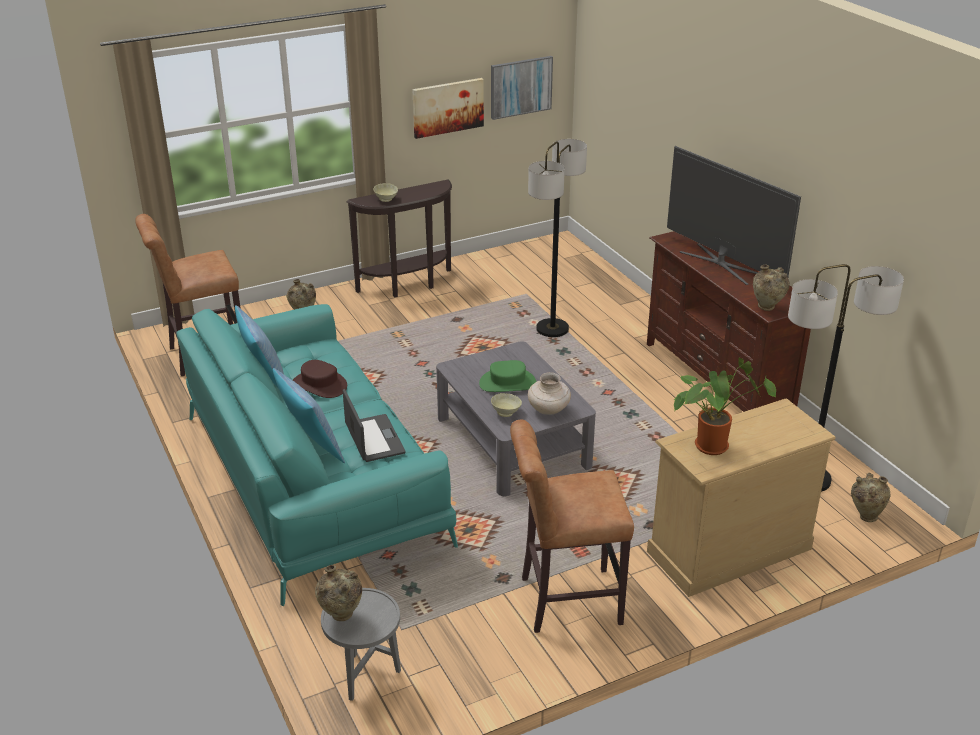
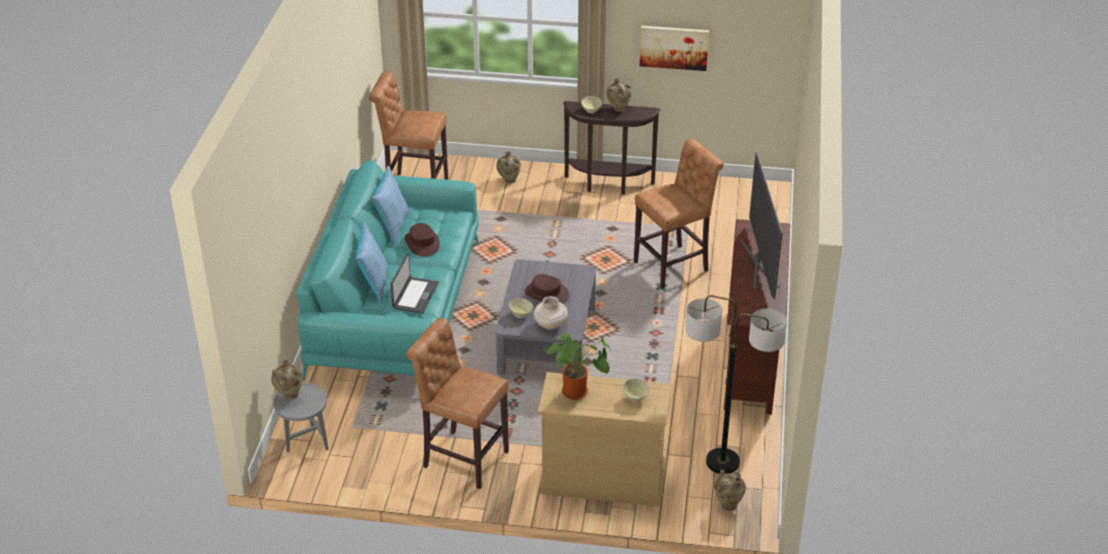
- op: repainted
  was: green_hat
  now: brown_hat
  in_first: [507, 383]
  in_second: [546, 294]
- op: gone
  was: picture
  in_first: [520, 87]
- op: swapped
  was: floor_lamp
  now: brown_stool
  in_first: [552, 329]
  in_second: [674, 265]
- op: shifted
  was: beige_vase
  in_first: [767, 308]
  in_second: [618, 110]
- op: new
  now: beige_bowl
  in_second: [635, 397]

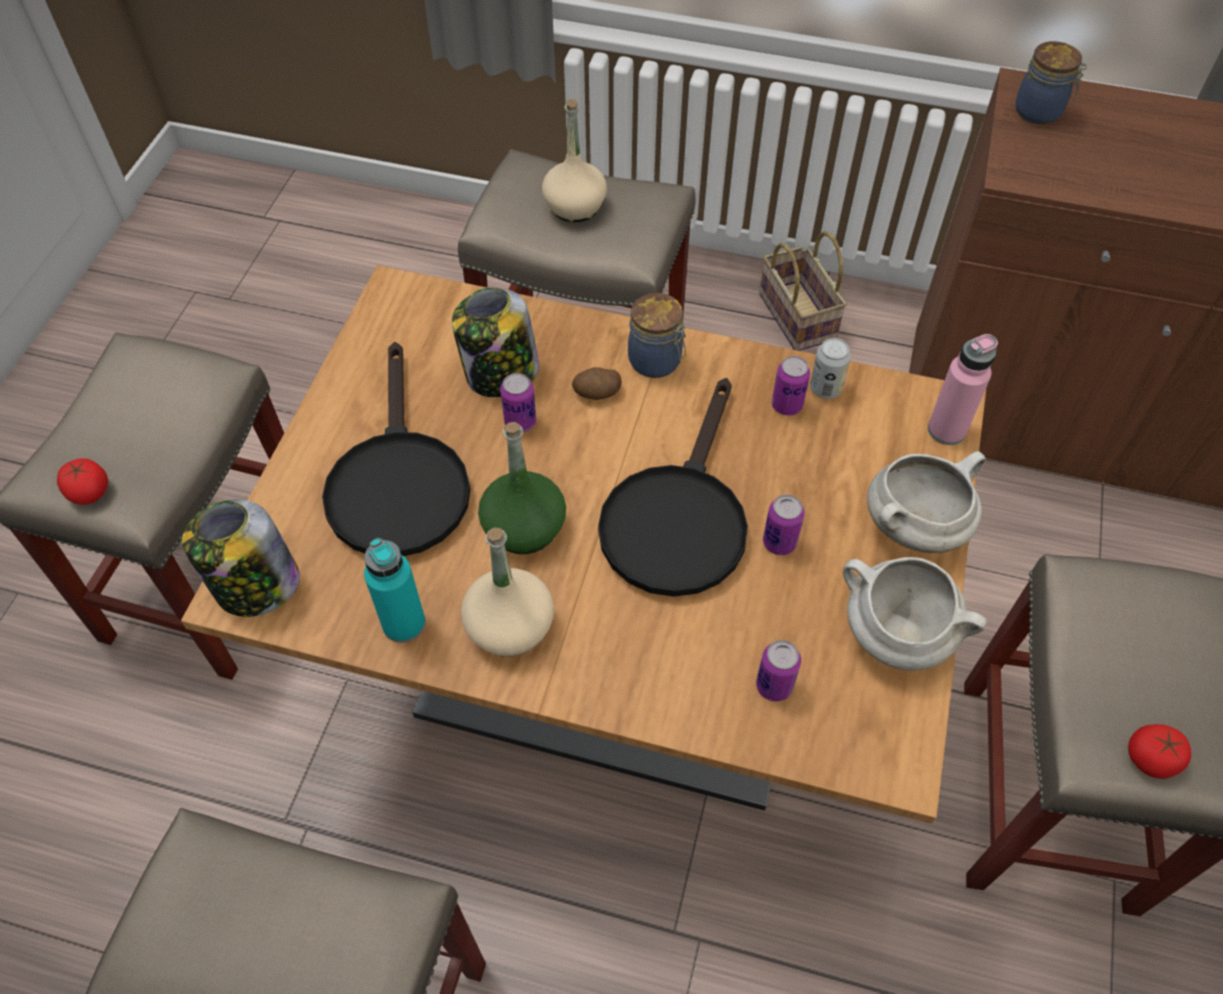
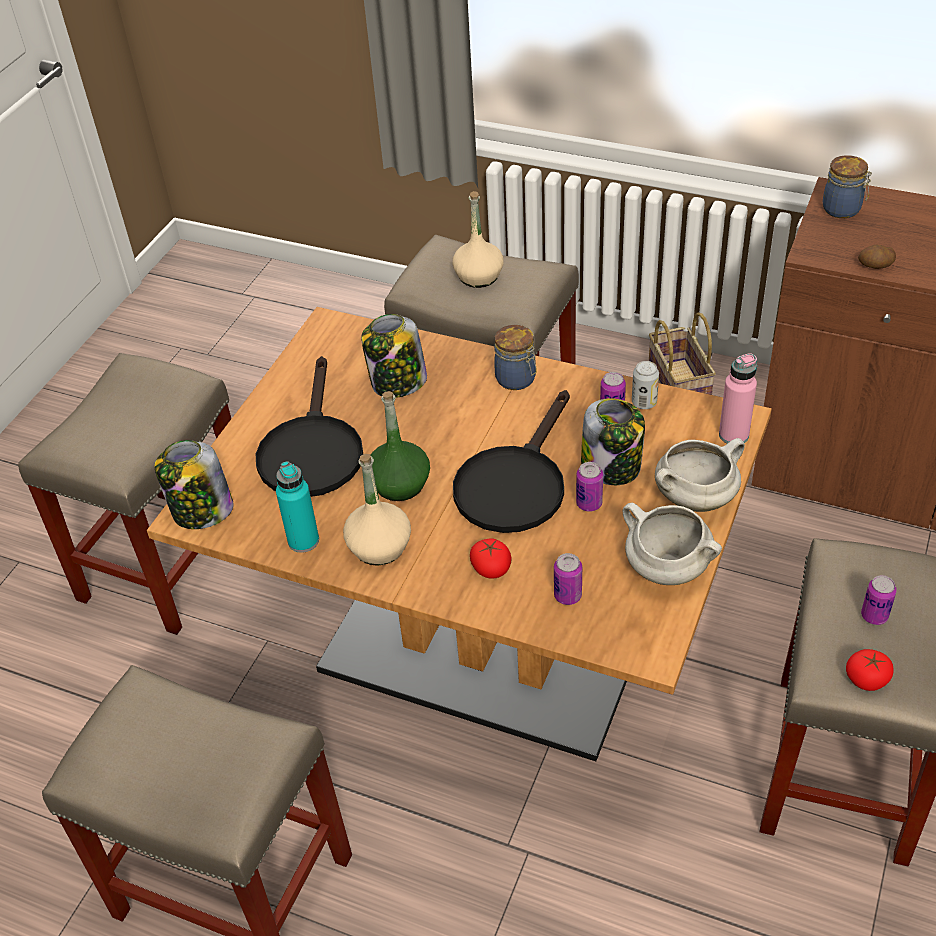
- op: shifted
  was: tomato
  in_first: [89, 491]
  in_second: [491, 568]
- op: shifted
  was: can
  in_first: [520, 422]
  in_second: [874, 616]
- op: shifted
  was: potato
  in_first: [597, 393]
  in_second: [875, 266]
- op: new
  now: jar
  in_second: [612, 466]

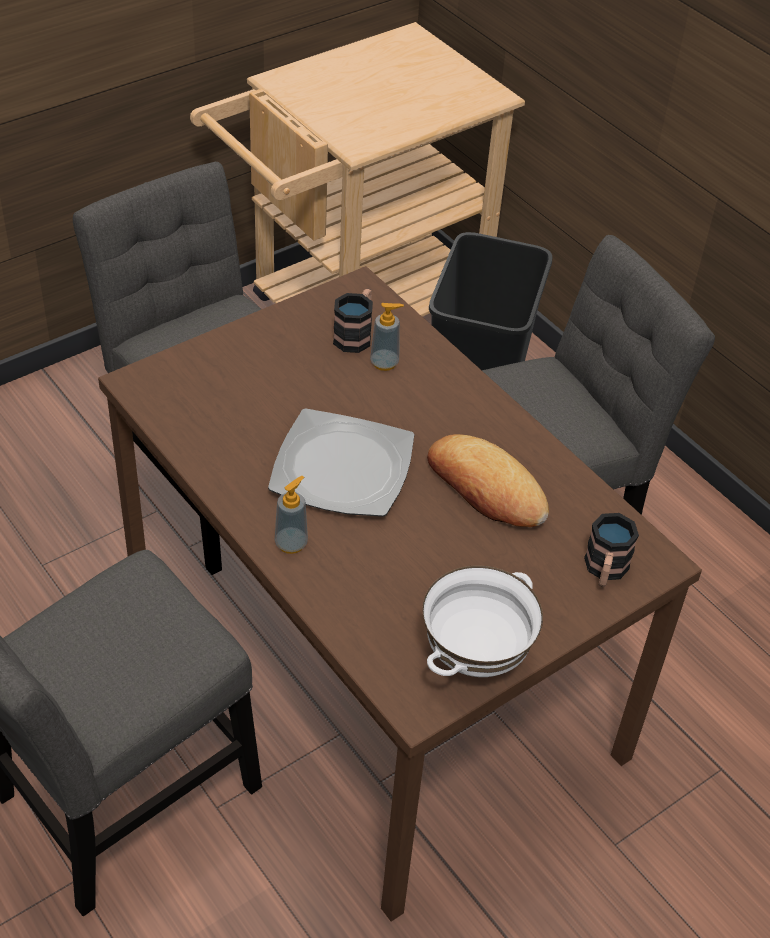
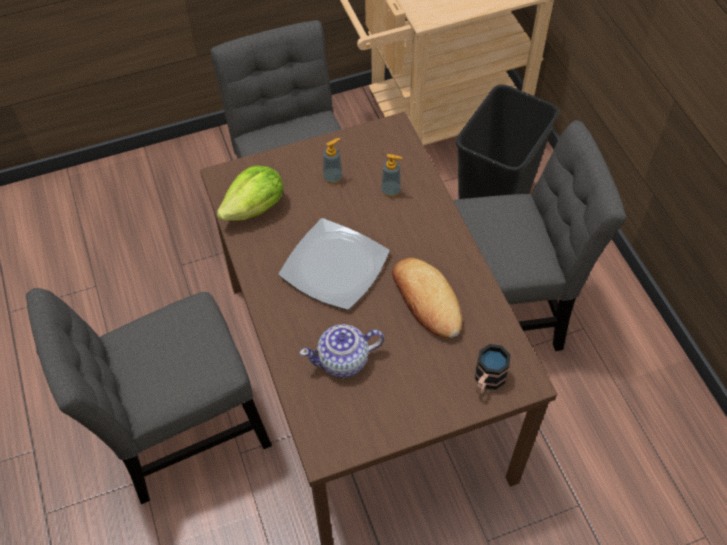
- op: shifted
  was: soap_dispenser
  in_first: [291, 543]
  in_second: [333, 177]
- op: gone
  was: mug
  in_first: [355, 334]
- op: gone
  was: white_bowl
  in_first: [476, 657]
- op: new
  now: lettuce
  in_second: [255, 208]
- op: new
  now: teapot
  in_second: [344, 360]

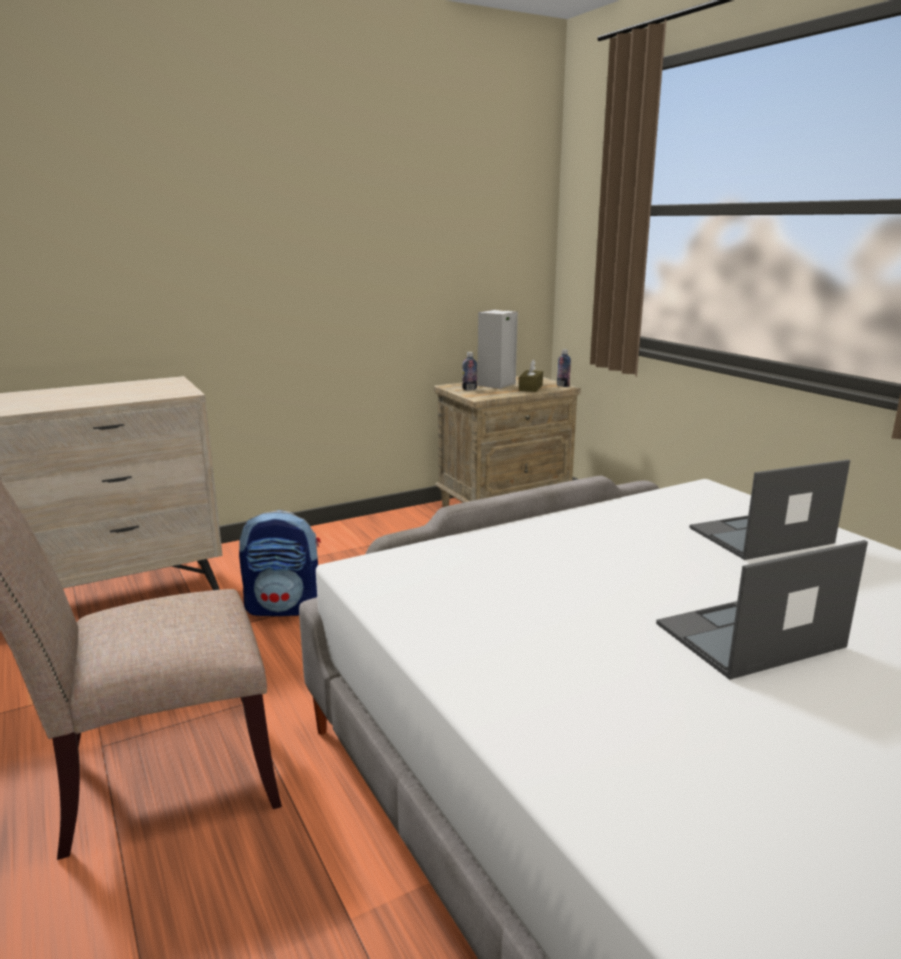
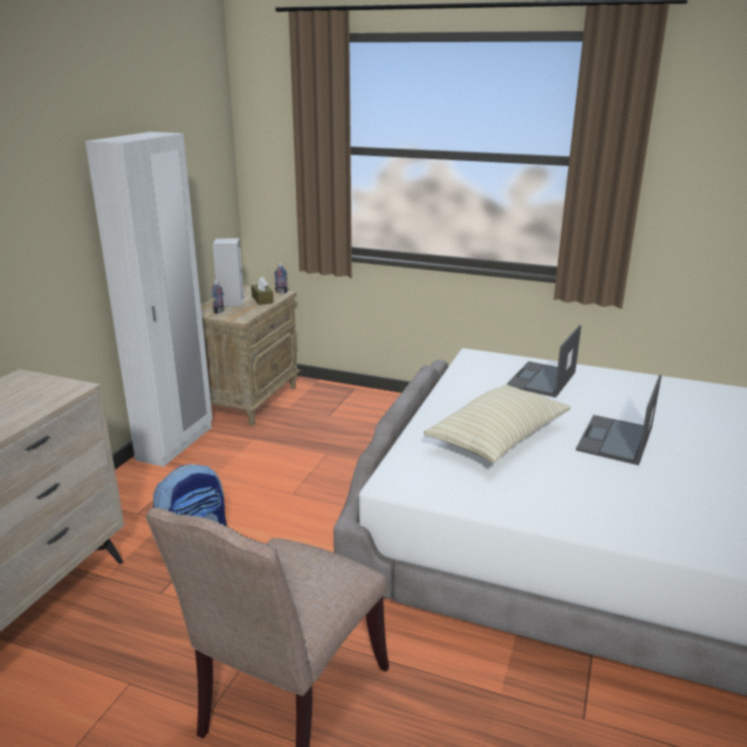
- op: new
  now: white_wardrobe
  in_second: [176, 443]
- op: new
  now: beige_pillow
  in_second: [498, 439]

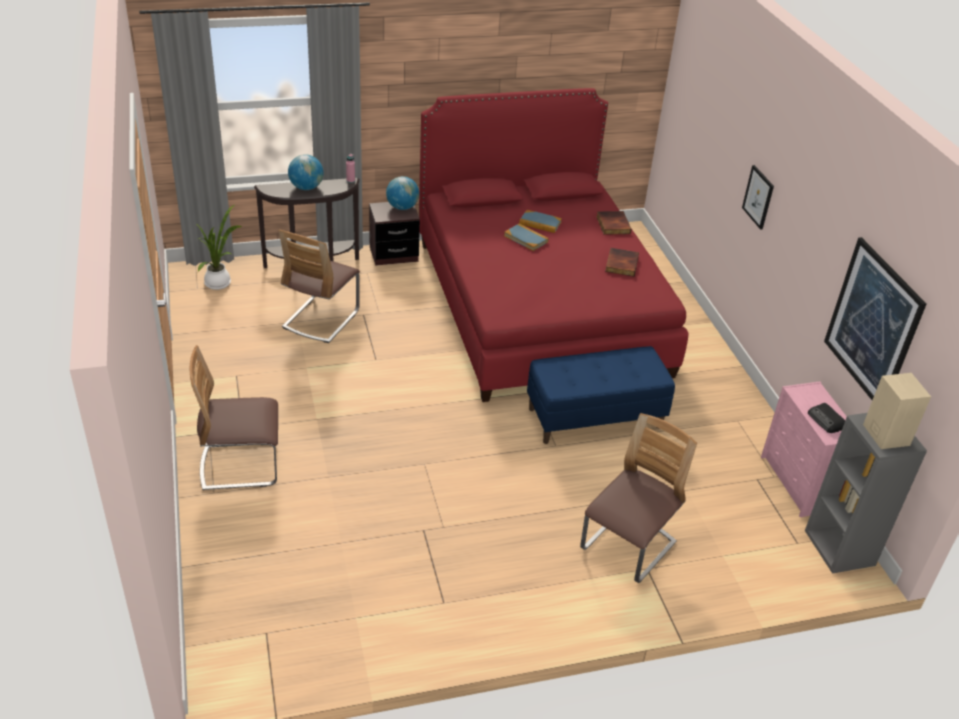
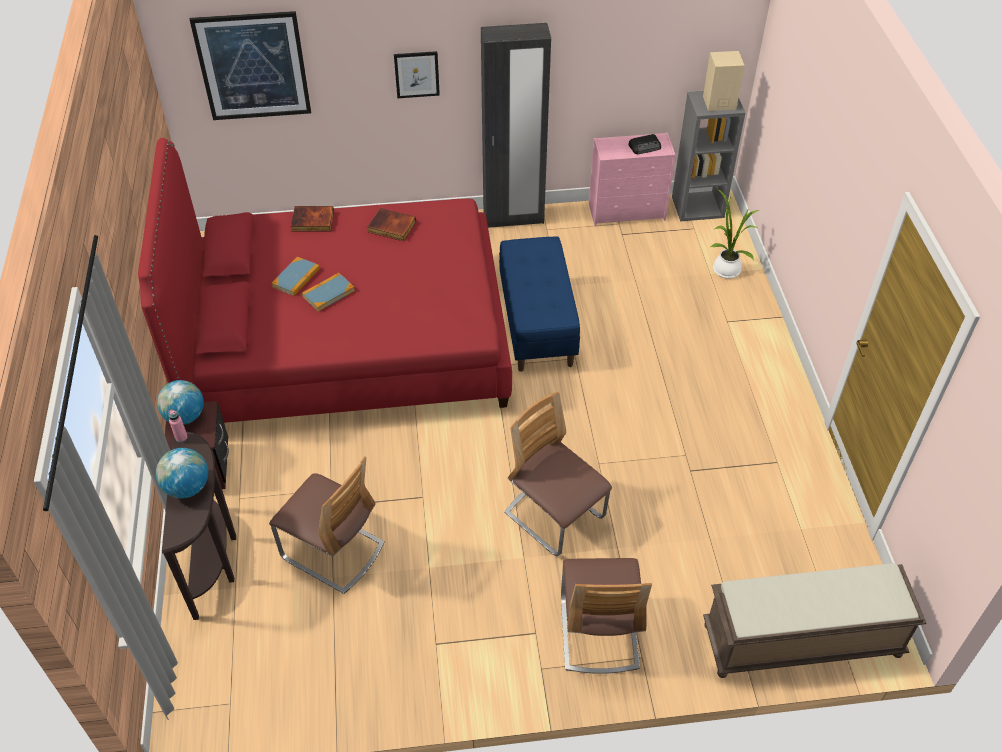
- op: shifted
  was: potted_plant
  in_first: [220, 282]
  in_second: [725, 268]
- op: shifted
  was: chair
  in_first: [628, 547]
  in_second: [554, 516]
- op: shifted
  was: picture
  in_first: [873, 323]
  in_second: [253, 66]
- op: new
  now: black_wardrobe
  in_second: [513, 218]
- op: new
  now: brown_bench
  in_second: [801, 641]

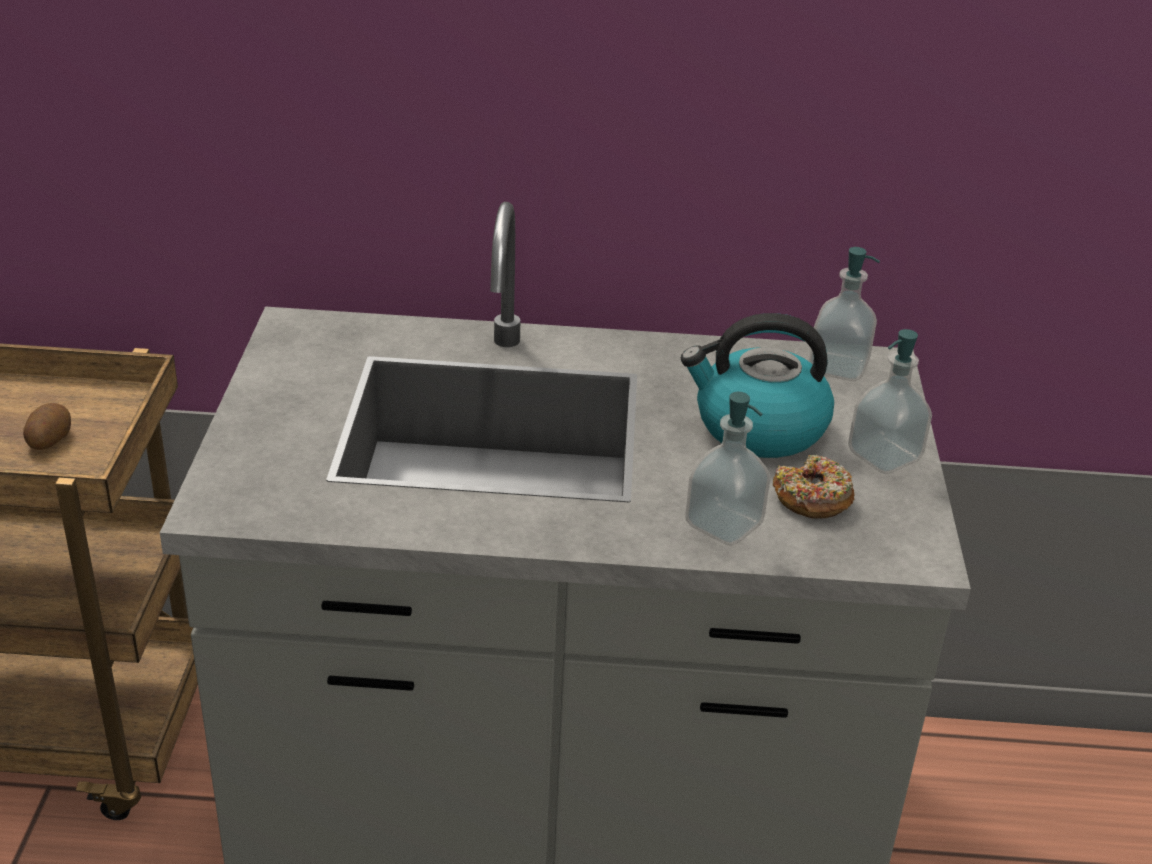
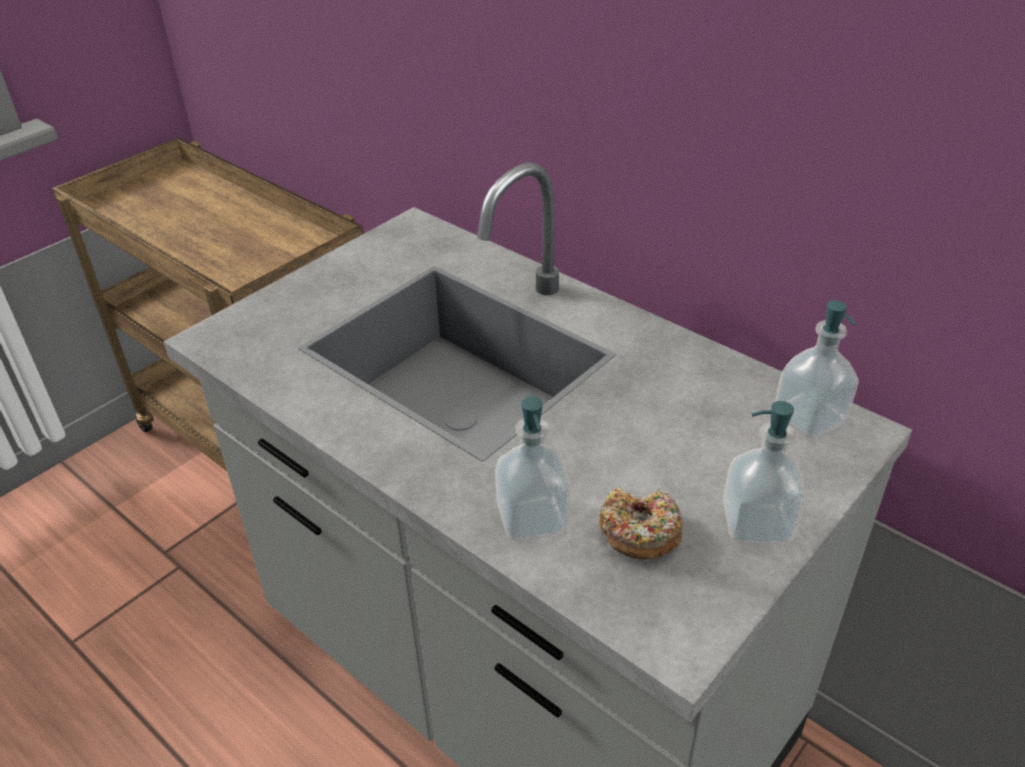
- op: gone
  was: potato
  in_first: [49, 440]
- op: gone
  was: kettle
  in_first: [758, 428]

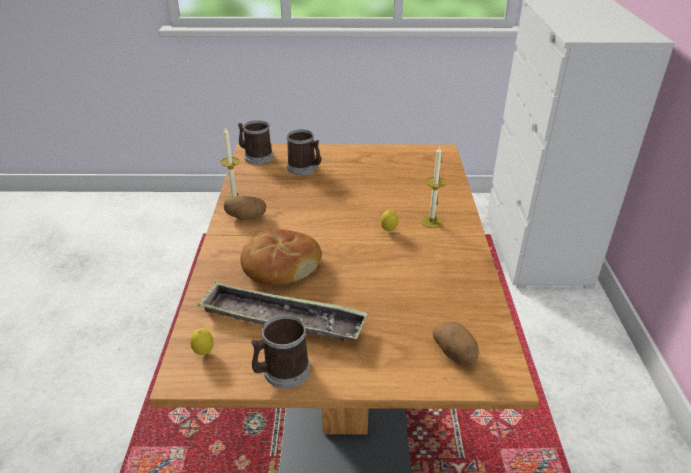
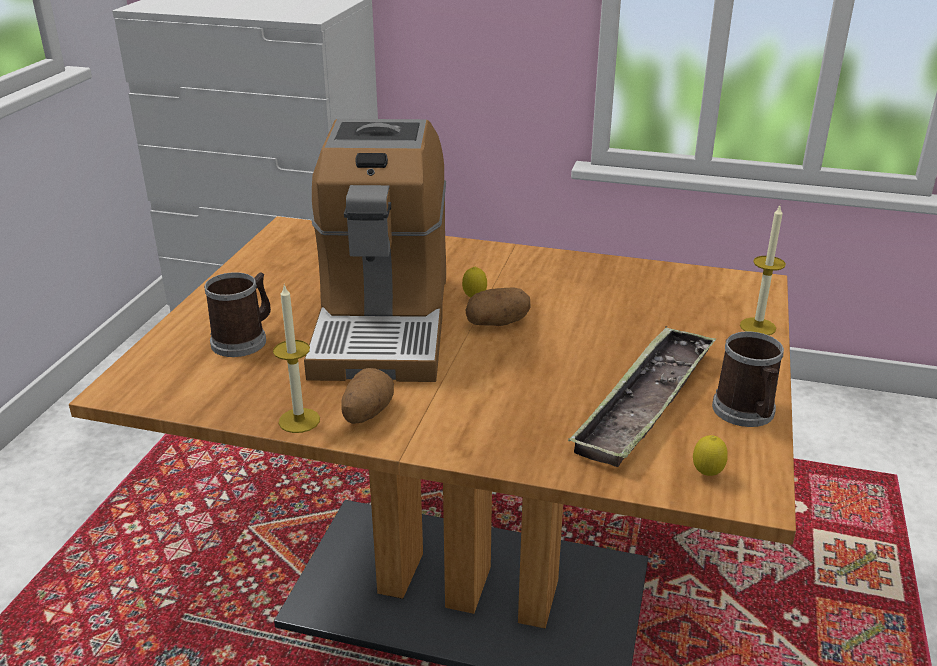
- op: gone
  was: mug
  in_first: [255, 157]
- op: gone
  was: bread
  in_first: [280, 266]
- op: shifted
  was: candle
  in_first: [431, 221]
  in_second: [757, 327]
- op: shifted
  was: potato
  in_first: [455, 354]
  in_second: [497, 323]
- op: new
  now: coffee_machine
  in_second: [383, 322]

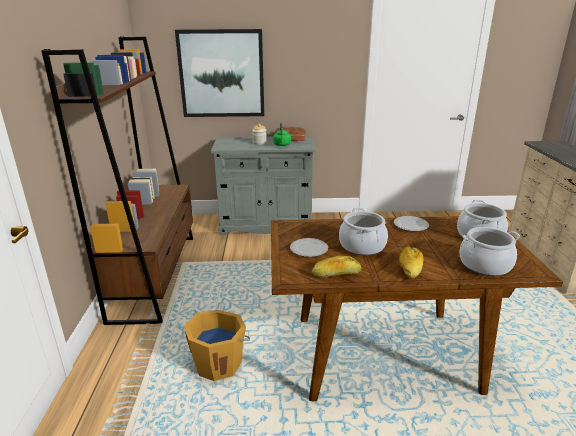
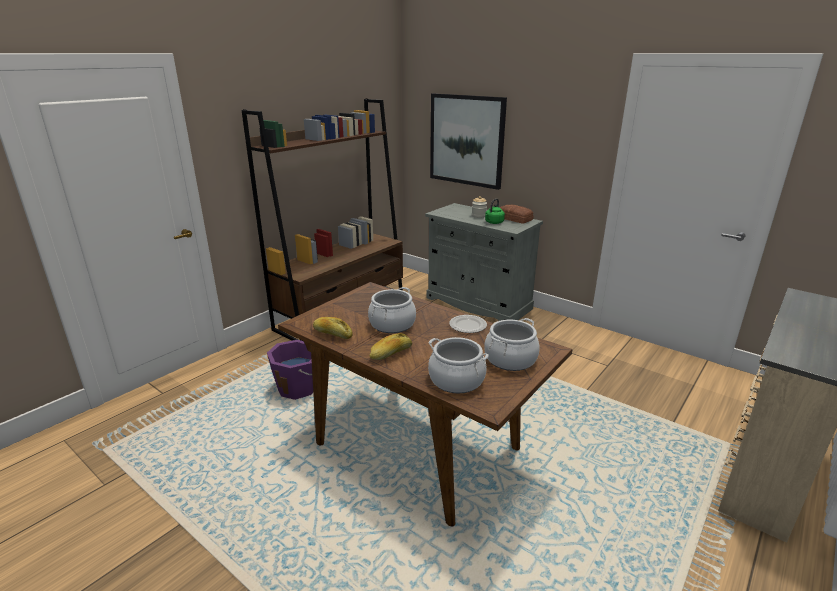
- op: repainted
  was: orange_bucket
  now: purple_bucket
  in_first: [219, 363]
  in_second: [298, 388]
- op: gone
  was: plate
  in_first: [309, 249]

